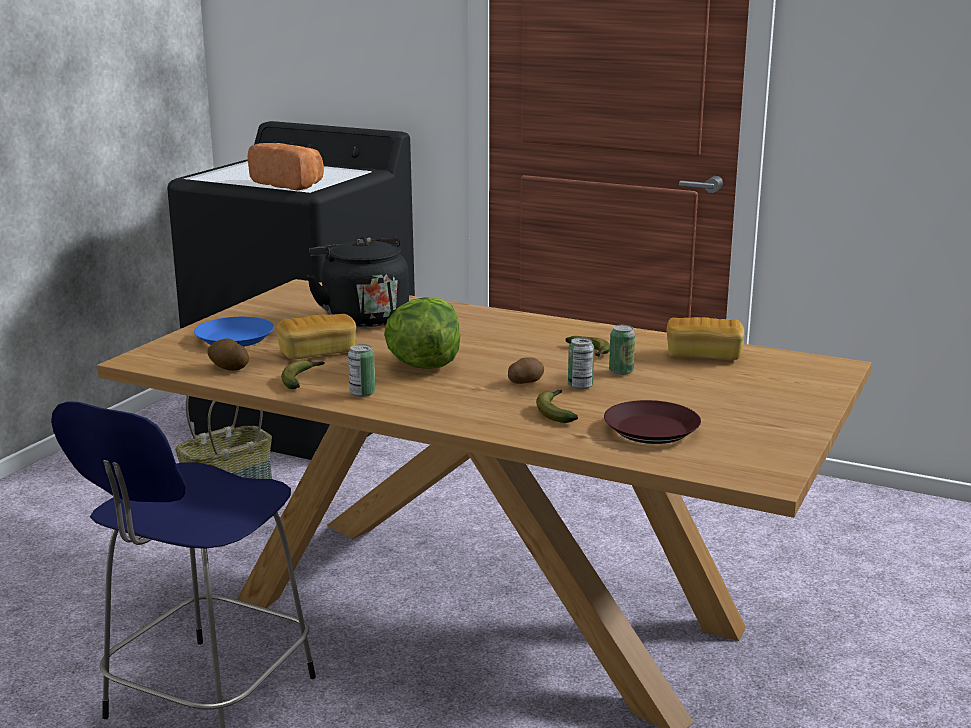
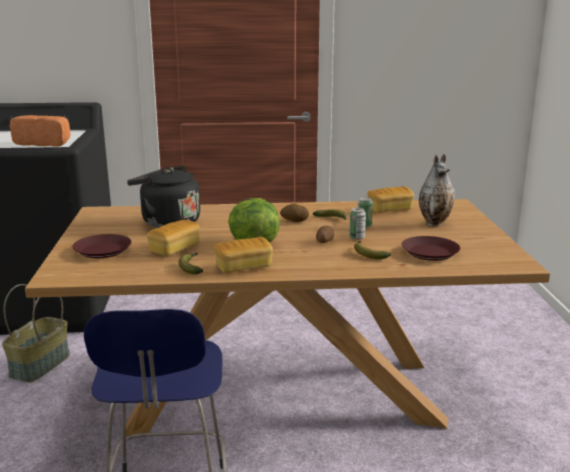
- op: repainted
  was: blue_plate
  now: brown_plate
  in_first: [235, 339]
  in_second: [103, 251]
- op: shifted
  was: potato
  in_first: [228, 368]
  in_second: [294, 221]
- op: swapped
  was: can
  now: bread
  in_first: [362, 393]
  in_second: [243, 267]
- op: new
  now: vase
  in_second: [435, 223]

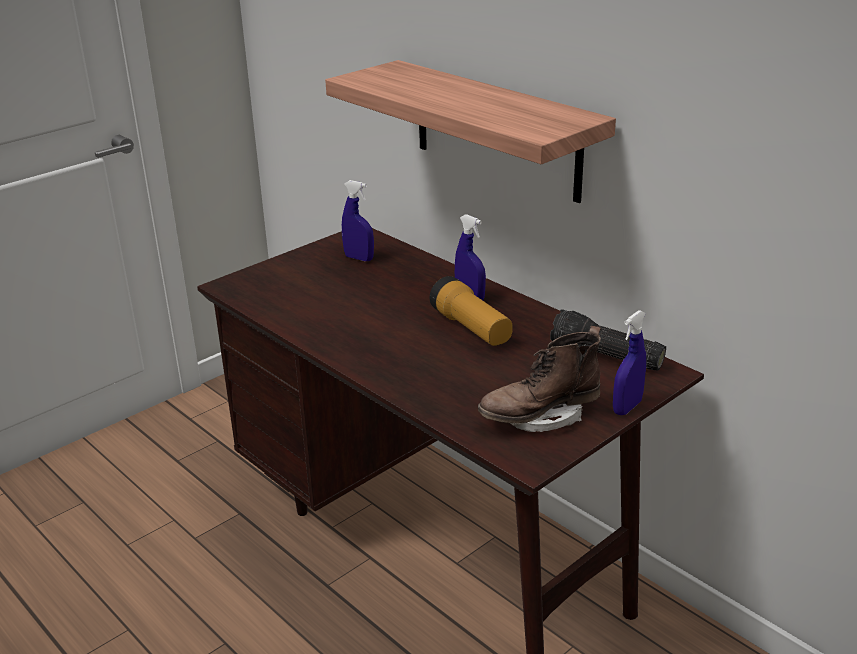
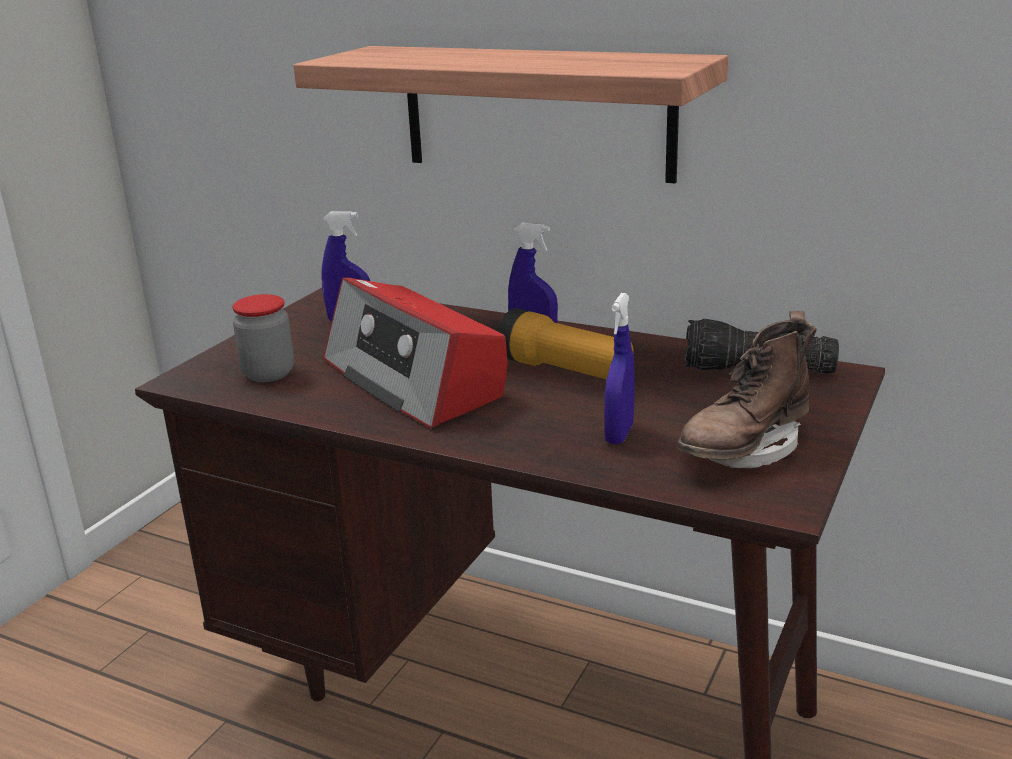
- op: shifted
  was: blue_spray_bottle
  in_first: [627, 407]
  in_second: [619, 434]
- op: new
  now: jar
  in_second: [268, 374]
- op: new
  now: radio
  in_second: [414, 379]

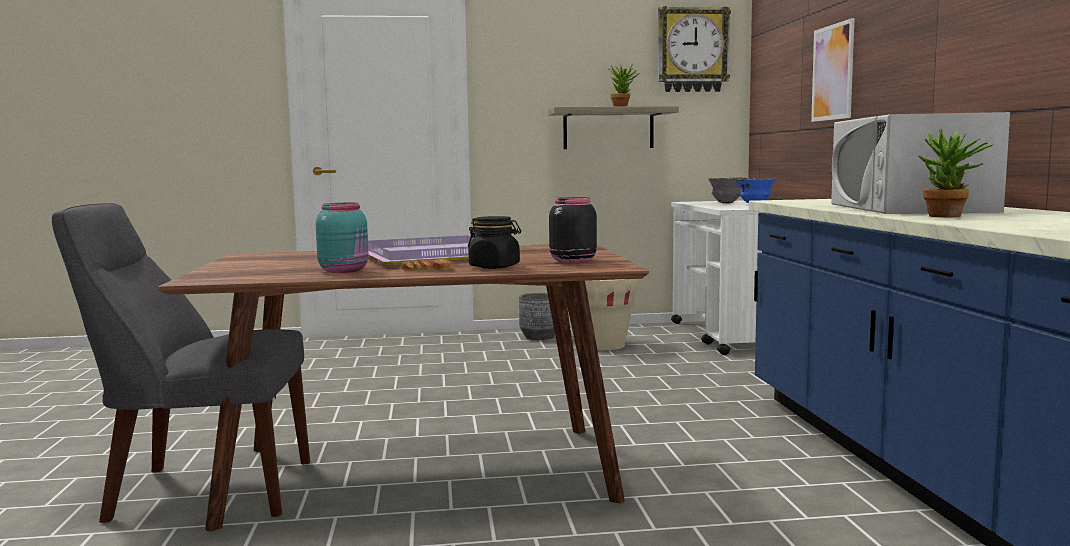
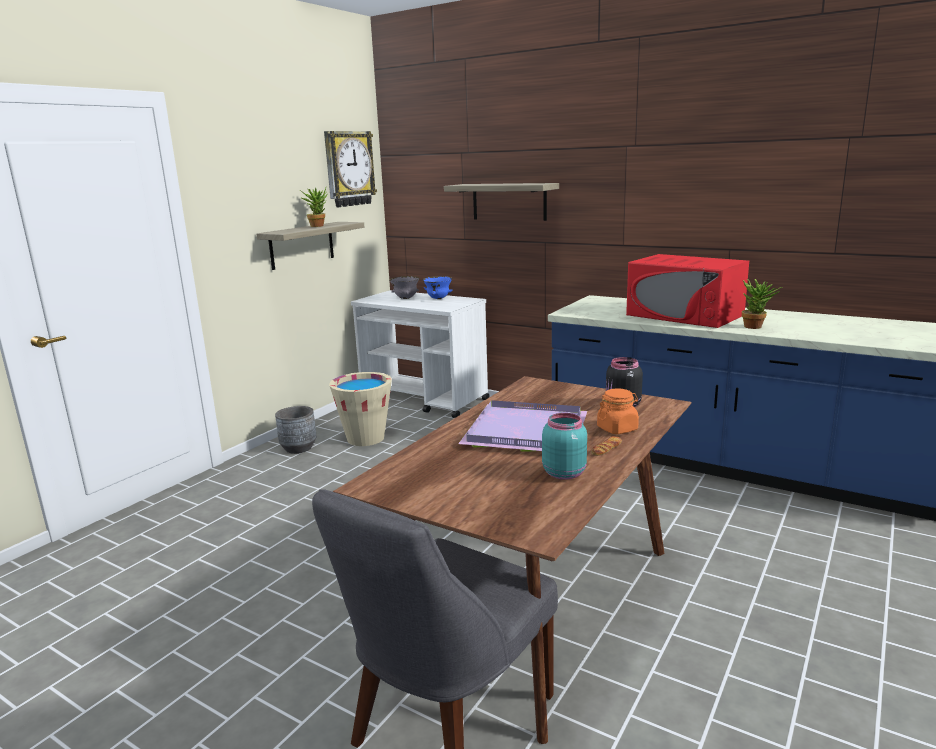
- op: repainted
  was: black_jar
  now: orange_jar
  in_first: [495, 267]
  in_second: [617, 429]
- op: swapped
  was: picture
  now: shelf
  in_first: [832, 72]
  in_second: [509, 201]
- op: repainted
  was: white_microwave
  now: red_microwave
  in_first: [909, 208]
  in_second: [684, 315]

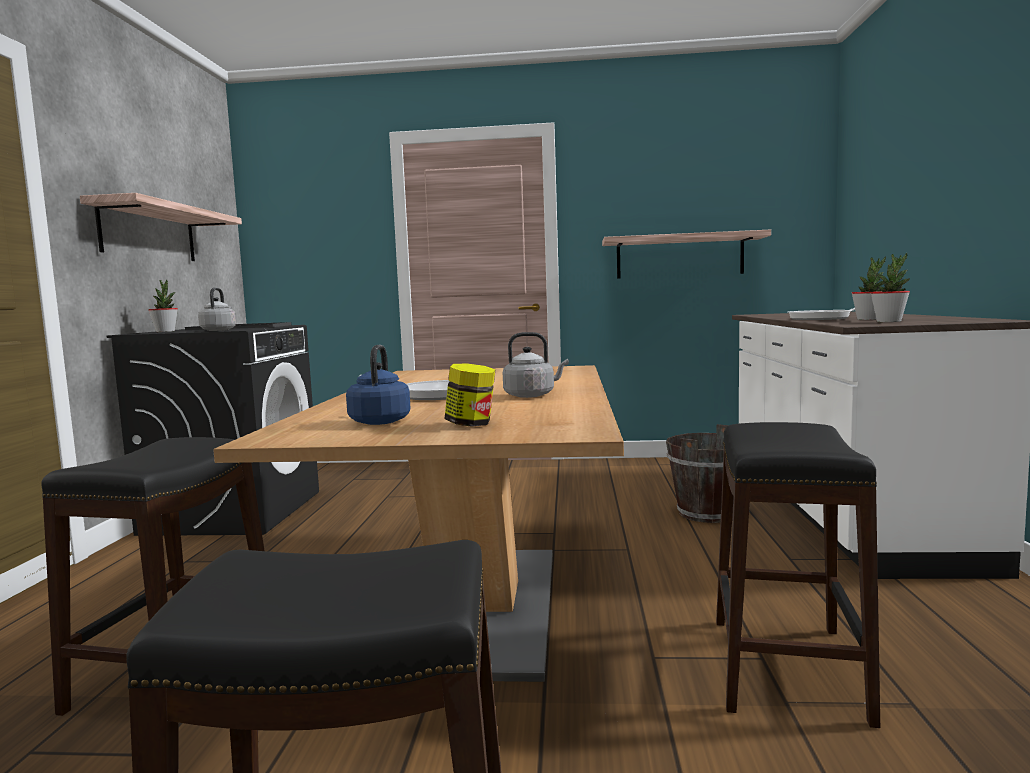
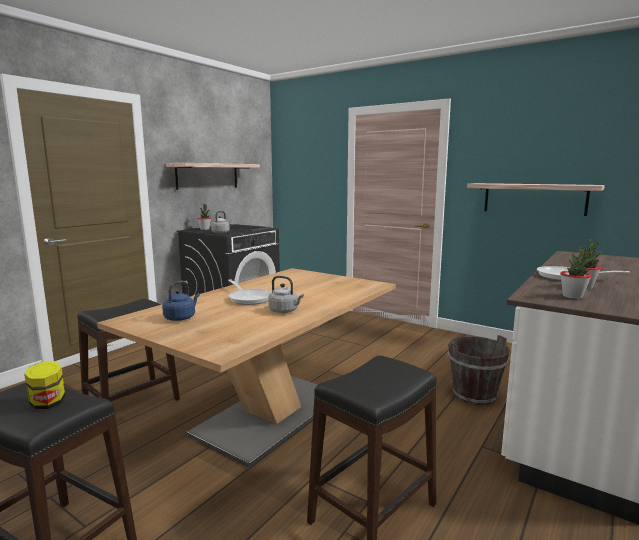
- op: shifted
  was: jar
  in_first: [471, 424]
  in_second: [48, 404]

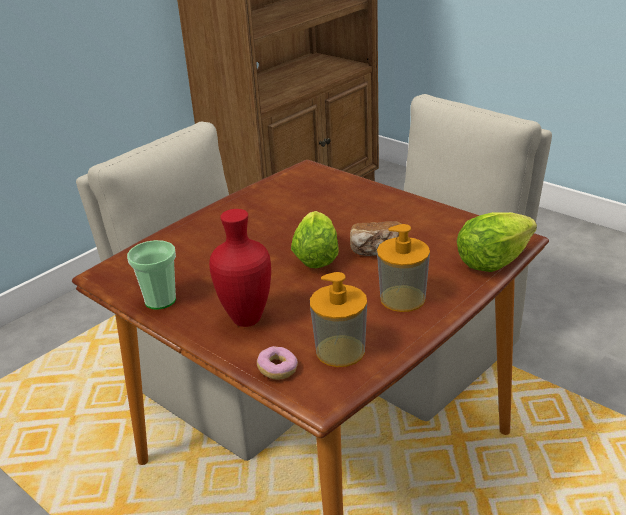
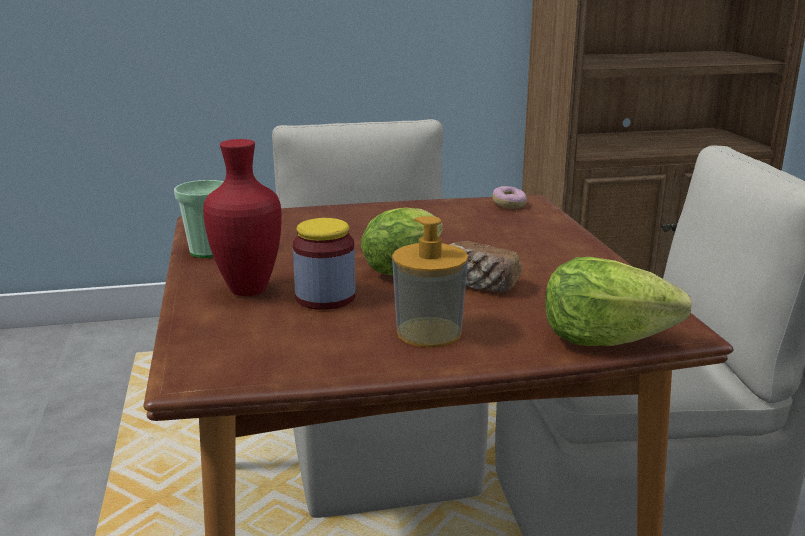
- op: shifted
  was: donut
  in_first: [278, 370]
  in_second: [509, 205]
- op: gone
  was: soap_dispenser
  in_first: [340, 351]
- op: new
  now: jar
  in_second: [325, 298]

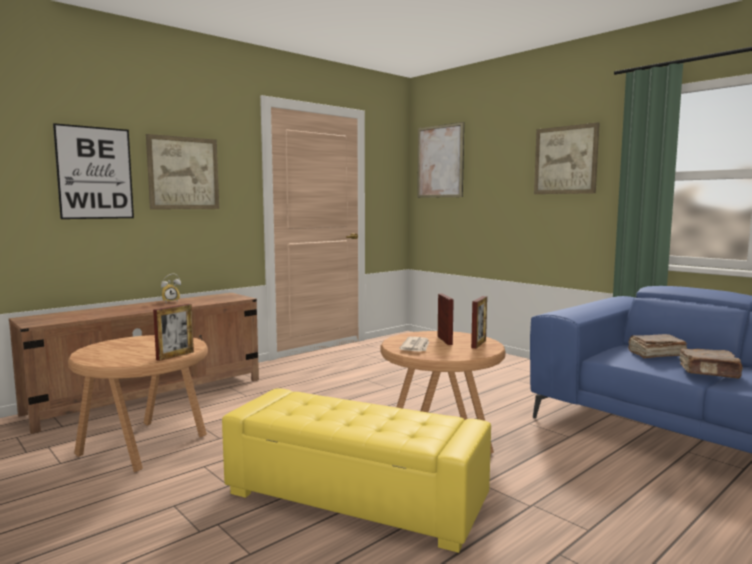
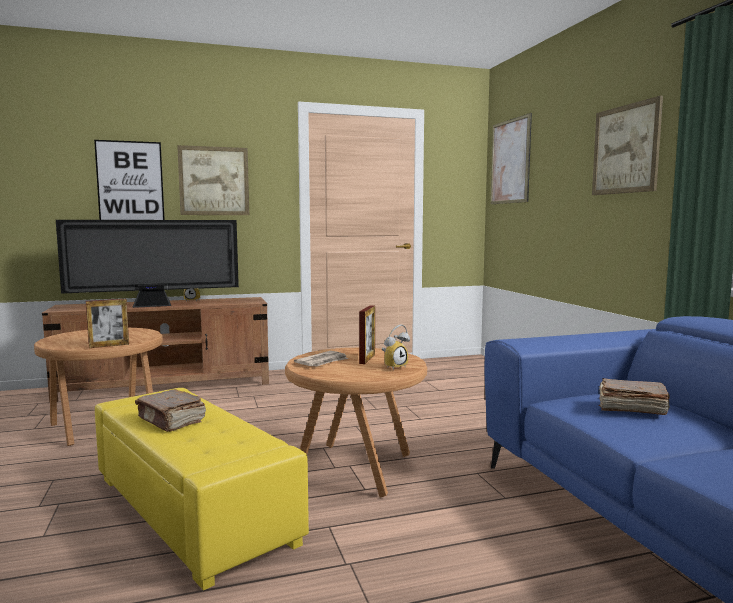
- op: swapped
  was: picture_frame
  now: alarm_clock
  in_first: [478, 344]
  in_second: [394, 366]
- op: shifted
  was: brown_book
  in_first: [709, 372]
  in_second: [171, 421]
- op: new
  now: television
  in_second: [155, 305]

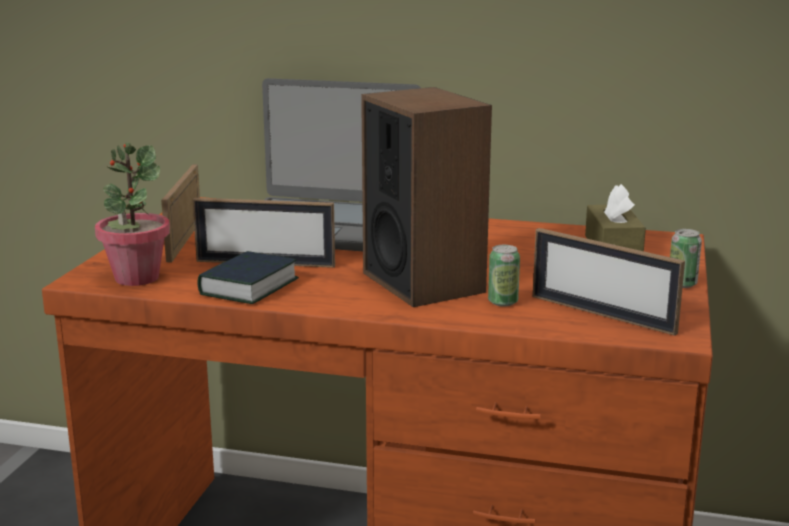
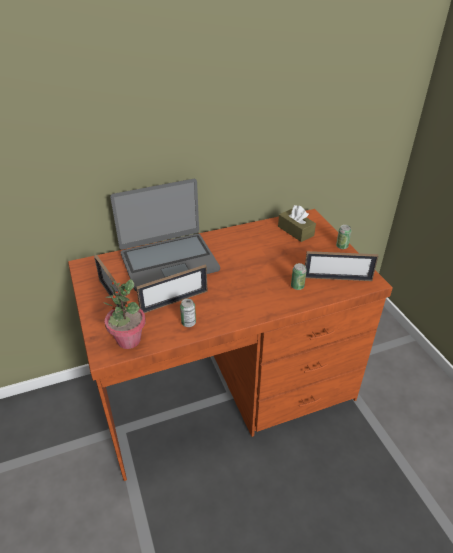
- op: swapped
  was: book
  now: can
  in_first: [248, 287]
  in_second: [188, 323]
- op: gone
  was: speaker
  in_first: [423, 282]

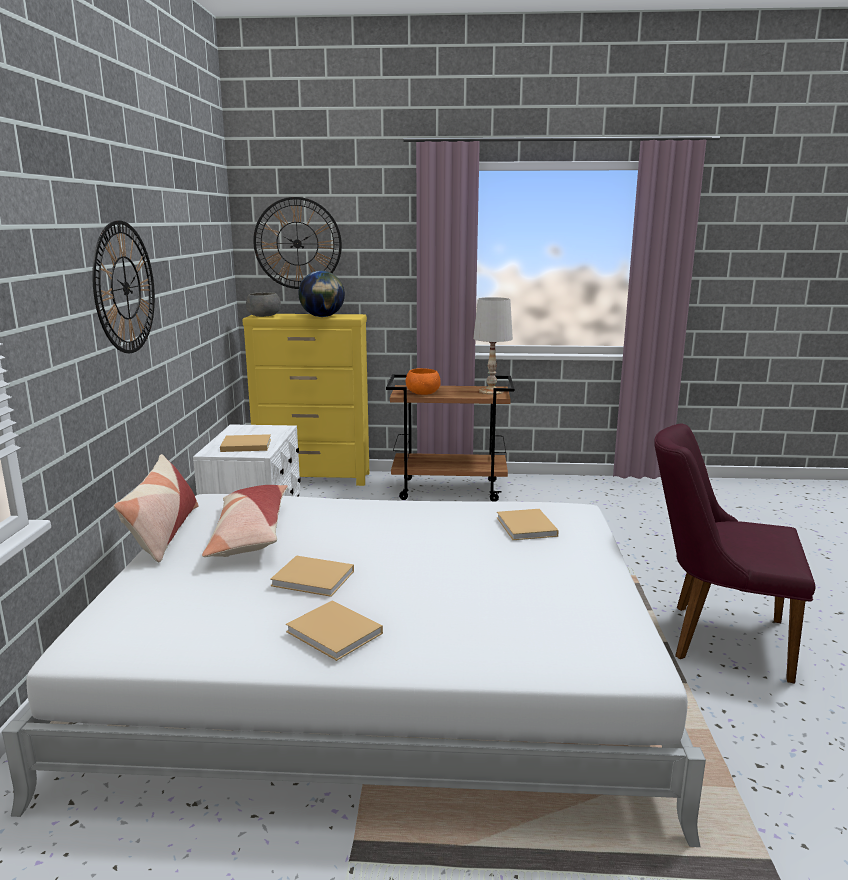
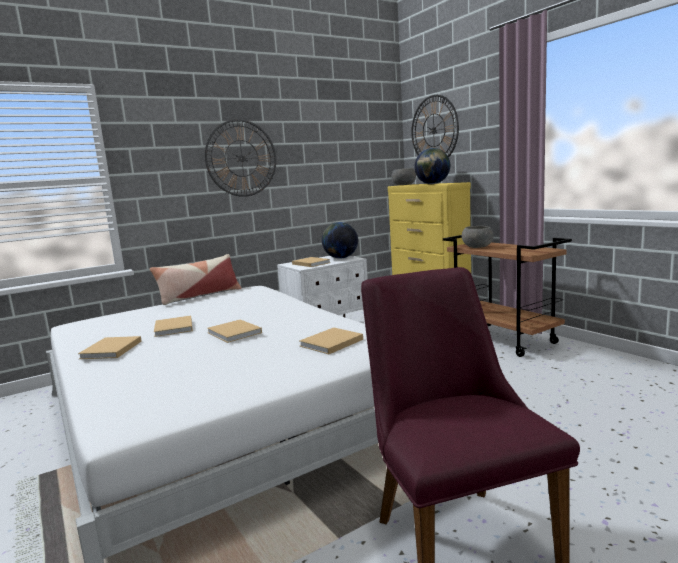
- op: gone
  was: pillow
  in_first: [249, 534]
- op: repainted
  was: orange_bowl
  now: grey_bowl
  in_first: [423, 393]
  in_second: [477, 247]
- op: gone
  was: white_table_lamp
  in_first: [491, 391]
- op: new
  now: beige_book
  in_second: [235, 333]
- op: new
  now: globe
  in_second: [340, 258]

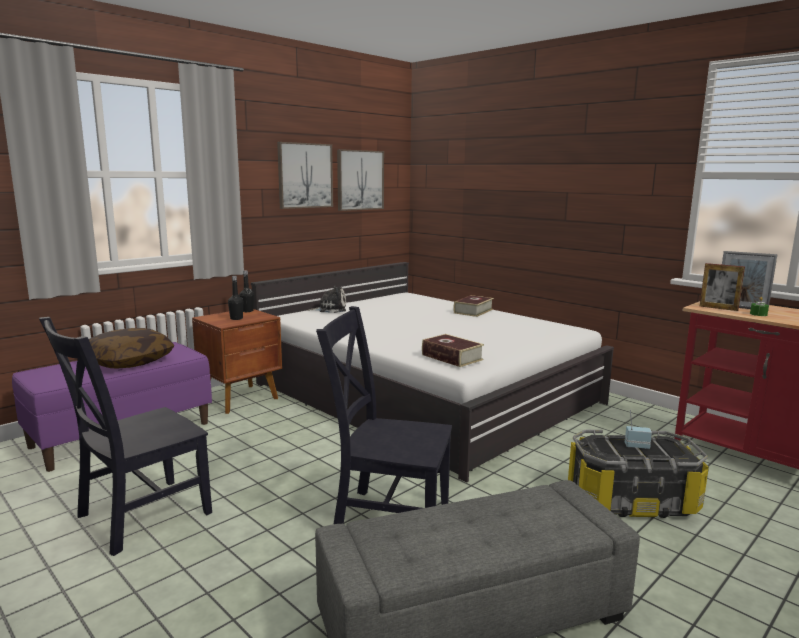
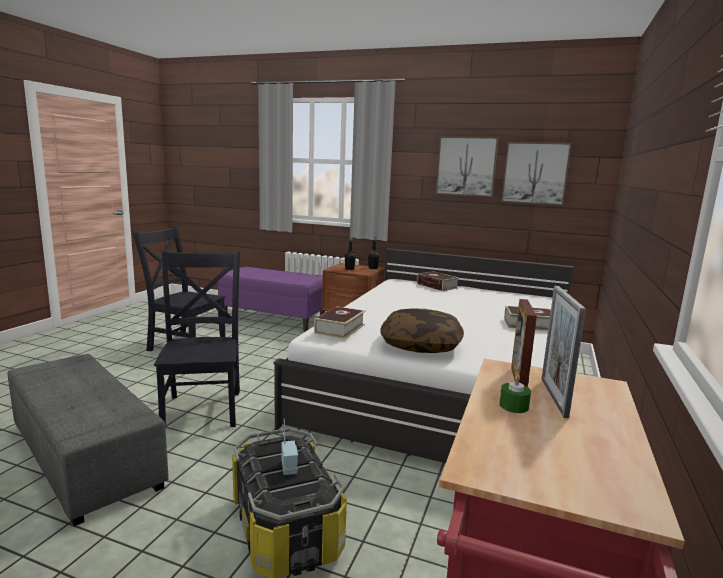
- op: shifted
  was: pillow
  in_first: [129, 362]
  in_second: [421, 345]
- op: swapped
  was: plush_toy
  now: book
  in_first: [330, 309]
  in_second: [437, 286]

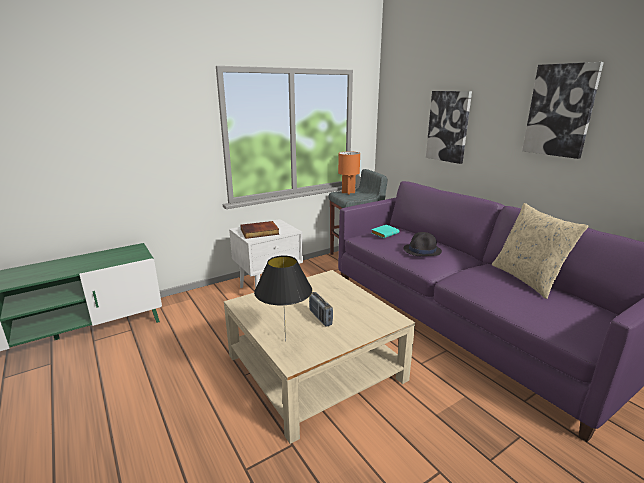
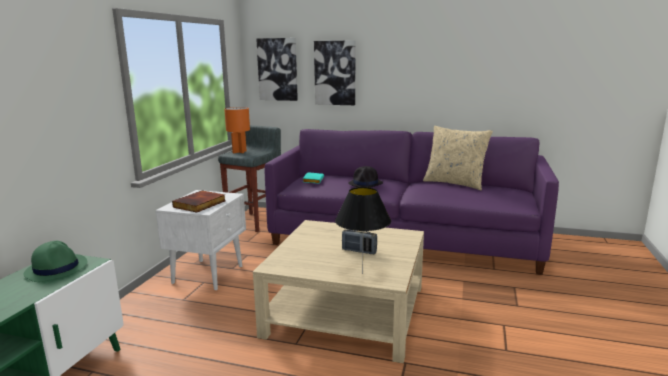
- op: shifted
  was: picture
  in_first: [560, 110]
  in_second: [278, 69]
- op: new
  now: green_hat
  in_second: [56, 268]

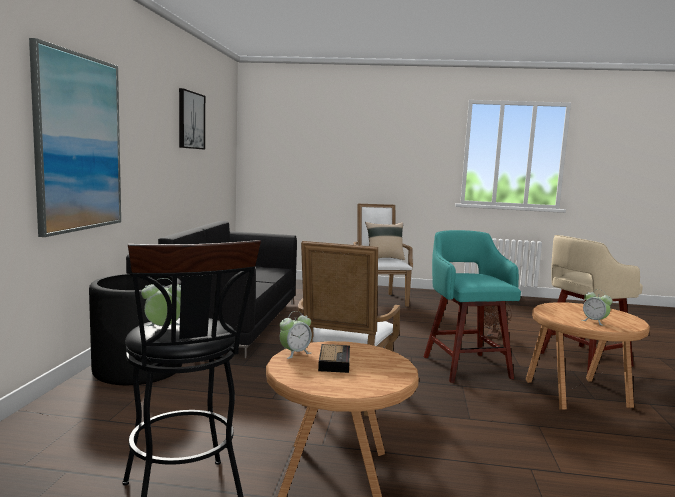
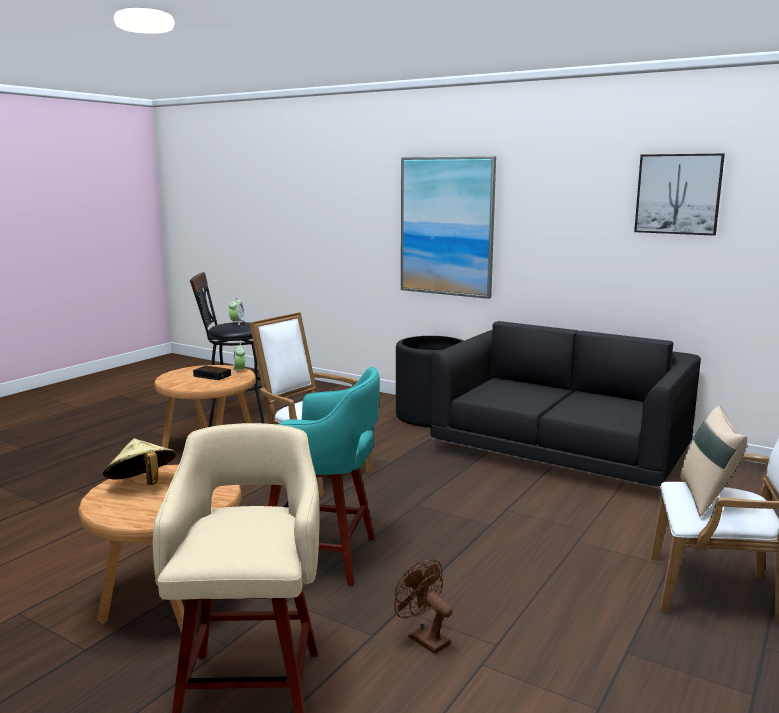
- op: swapped
  was: alarm_clock
  now: beige_hat
  in_first: [594, 322]
  in_second: [142, 485]

